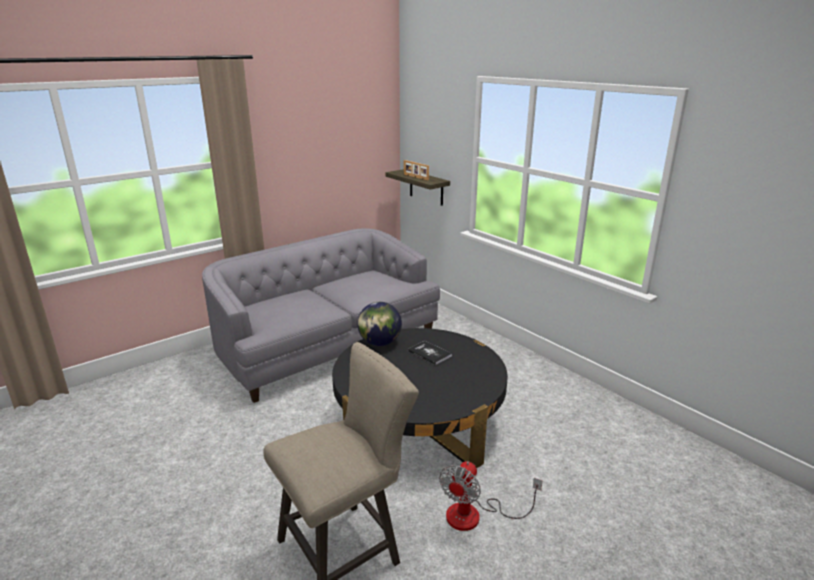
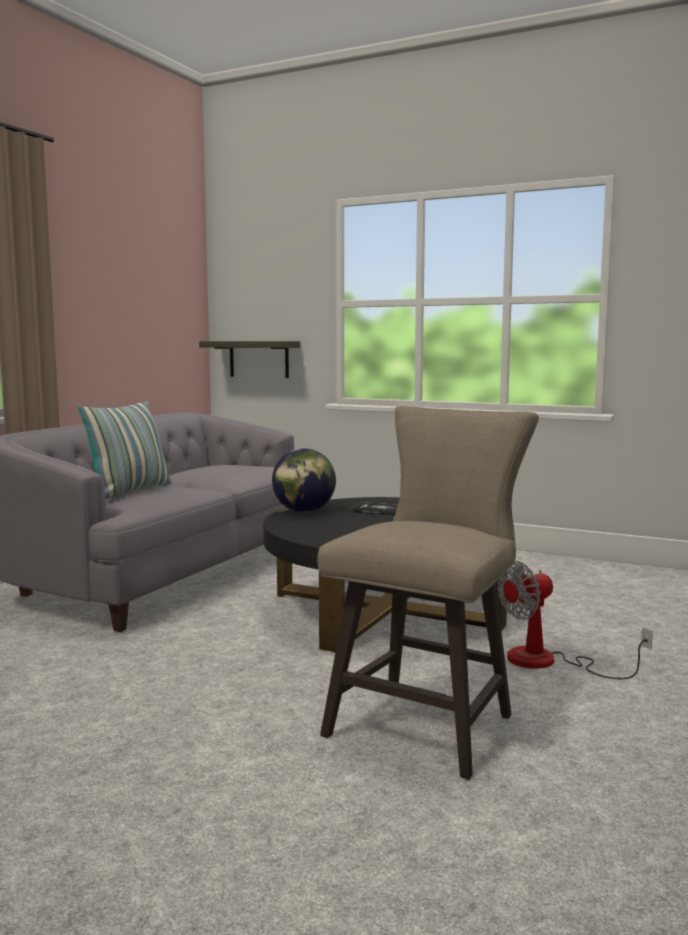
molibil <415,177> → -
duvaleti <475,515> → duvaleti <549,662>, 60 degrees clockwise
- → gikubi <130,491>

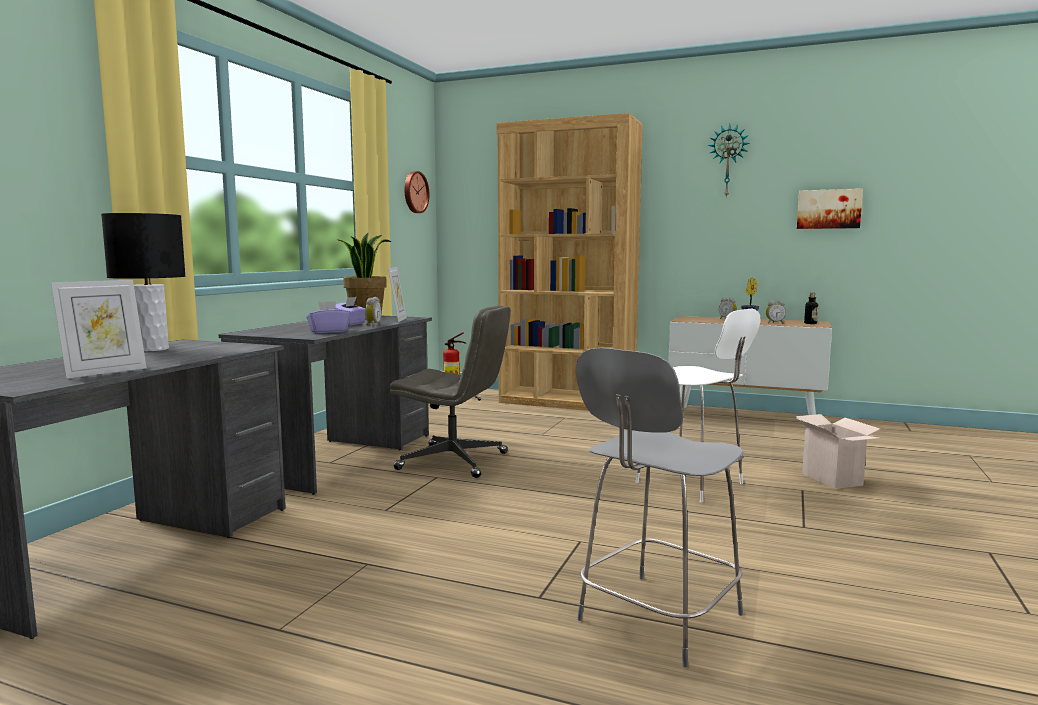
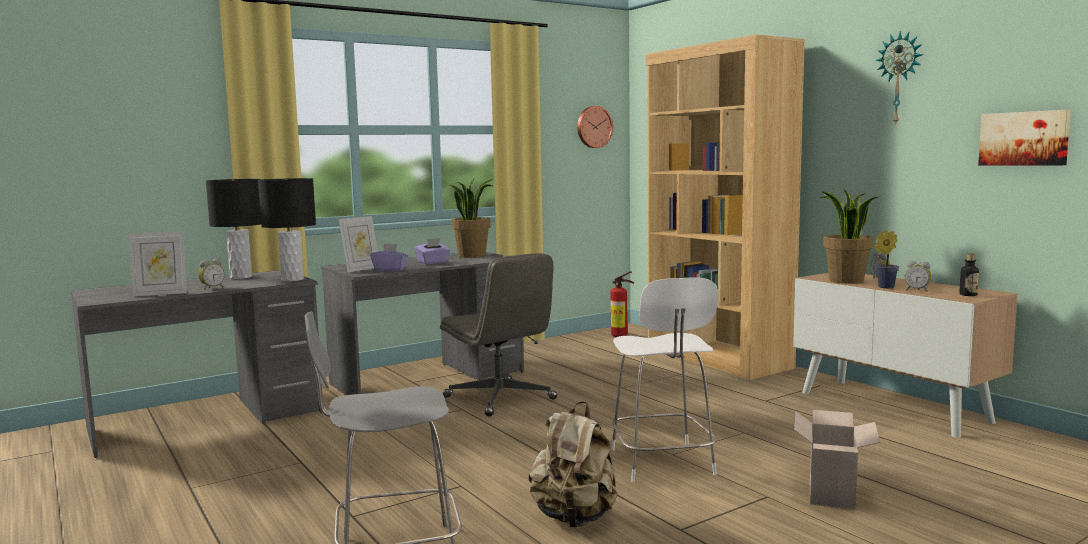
molibil <398,320> → molibil <361,269>, move
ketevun <372,325> → ketevun <212,288>, move
- → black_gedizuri <292,279>
- → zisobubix <846,281>
- → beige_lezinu <575,518>

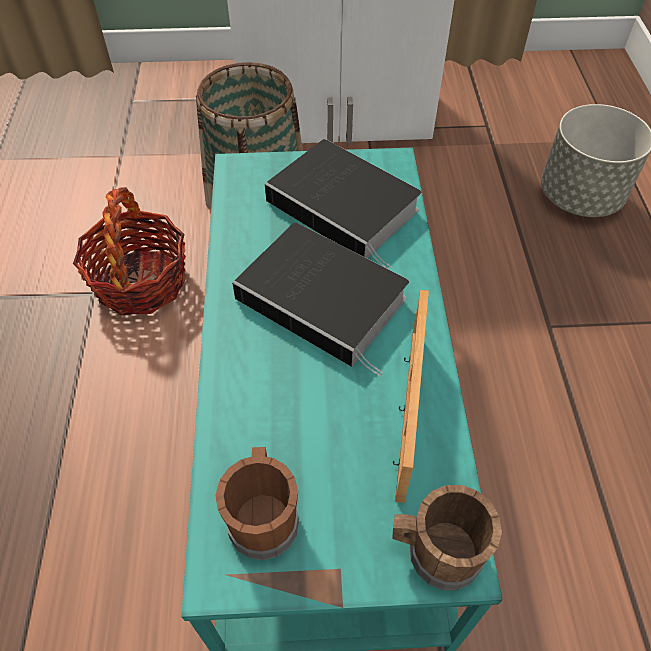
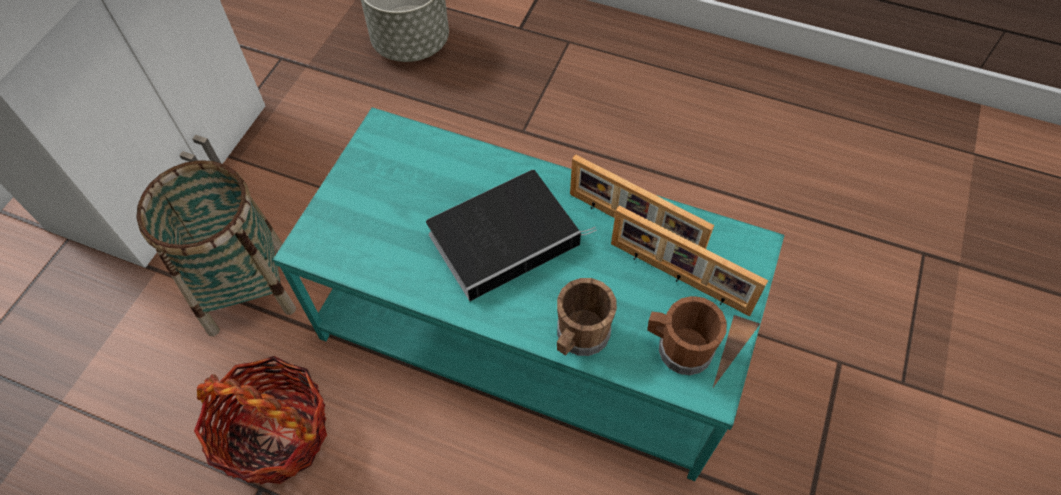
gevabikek <347,207> → -
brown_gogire <436,551> → brown_gogire <579,337>, move
- → molibil <678,278>

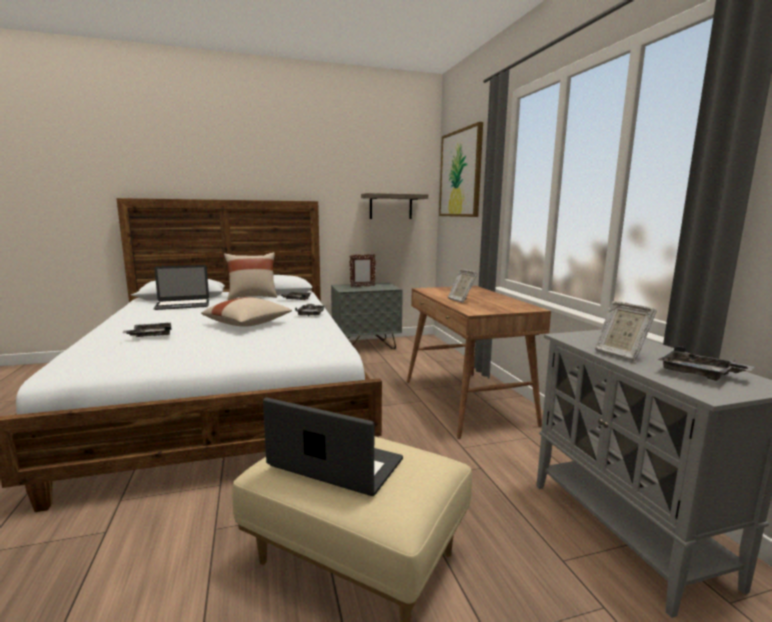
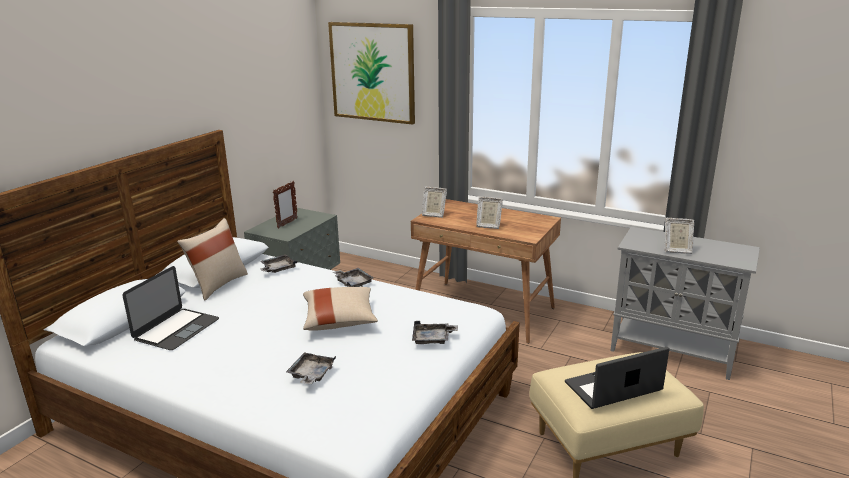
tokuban <390,206> → -
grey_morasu <699,374> → grey_morasu <433,339>, move
- → molibil <433,214>

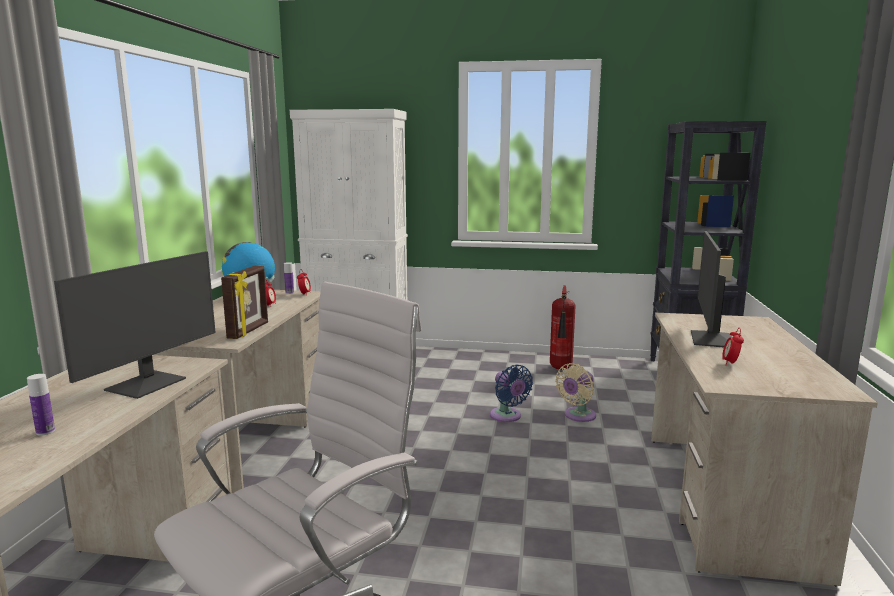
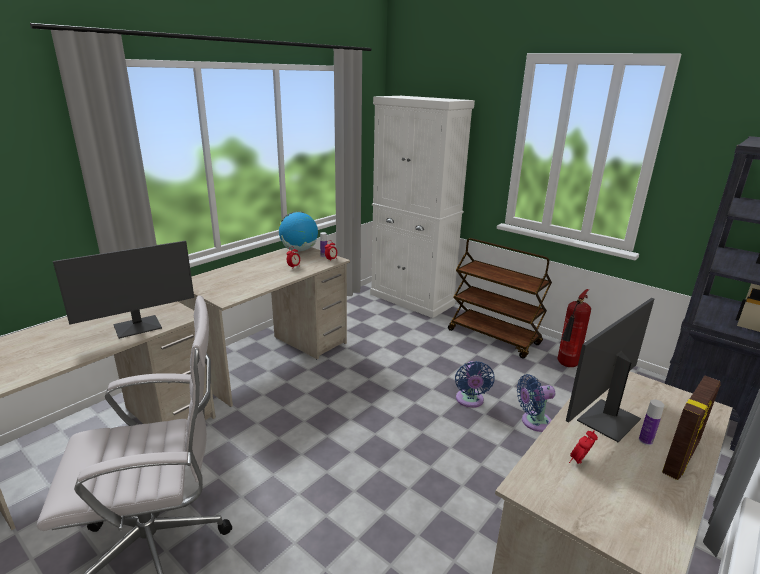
molibil <249,331> → molibil <682,458>, move
beige_duvaleti <577,416> → blue_duvaleti <533,422>
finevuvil <45,431> → finevuvil <645,441>, move
- → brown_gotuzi <494,337>

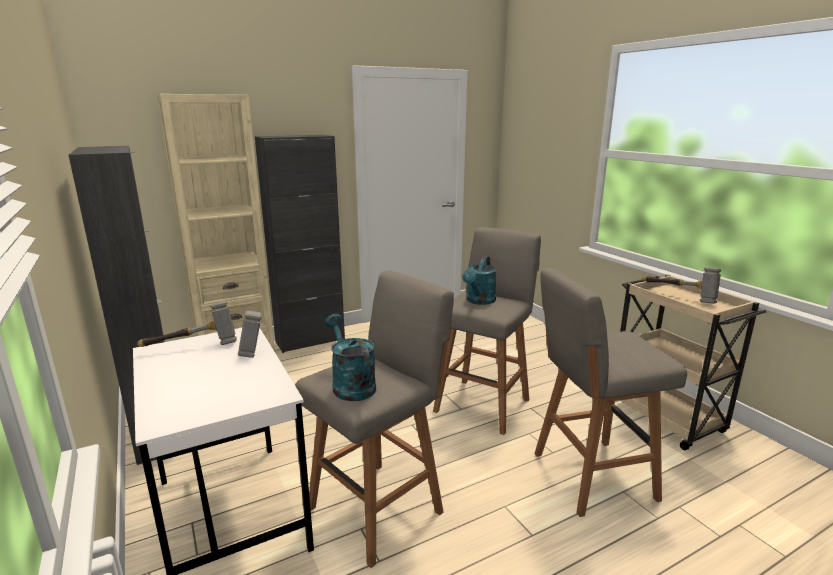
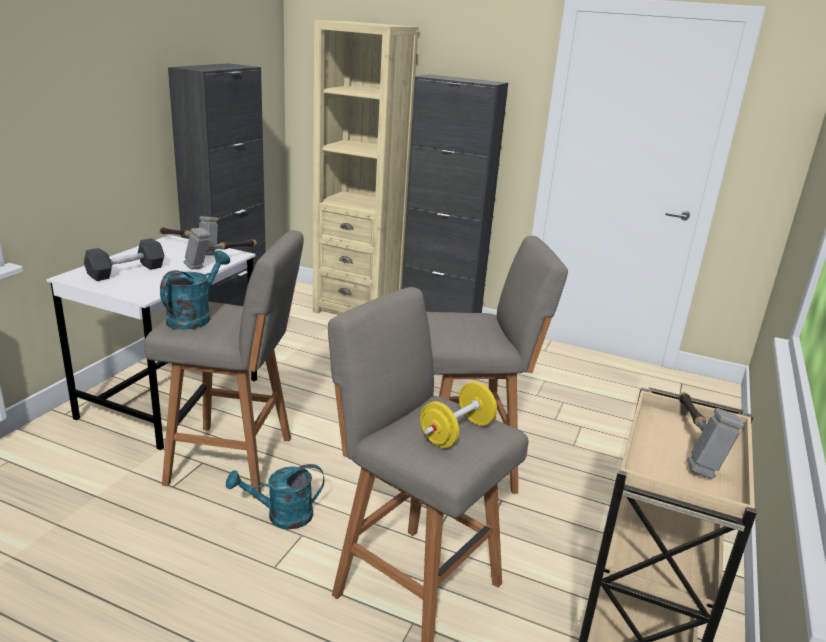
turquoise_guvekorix <479,301> → turquoise_guvekorix <281,516>, move
- → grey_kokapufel <126,271>
- → yellow_kokapufel <456,433>

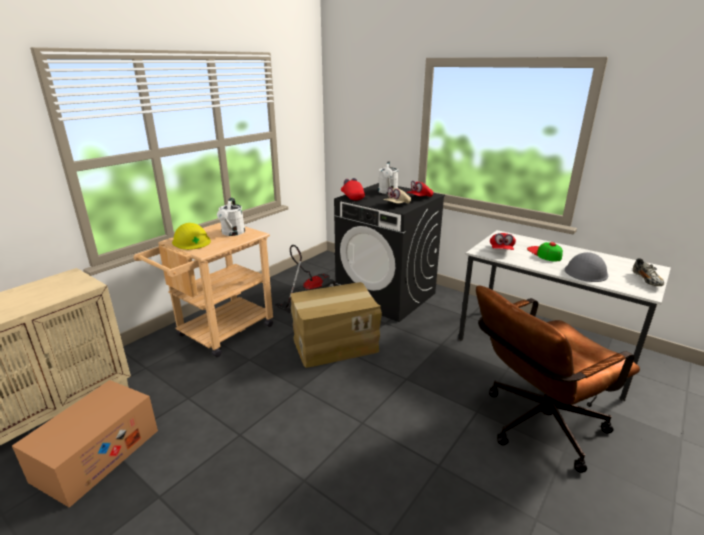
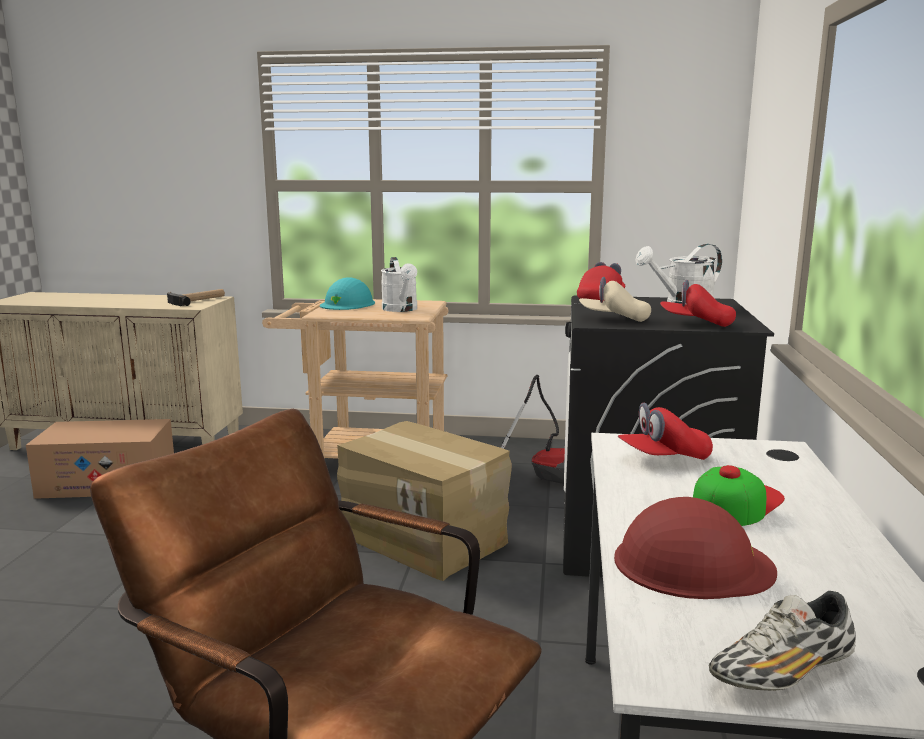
white_guvekorix <232,233> → white_guvekorix <401,310>, 75 degrees counterclockwise
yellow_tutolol <191,241> → turquoise_tutolol <347,304>
grey_tutolol <586,271> → red_tutolol <692,564>
- → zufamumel <198,300>

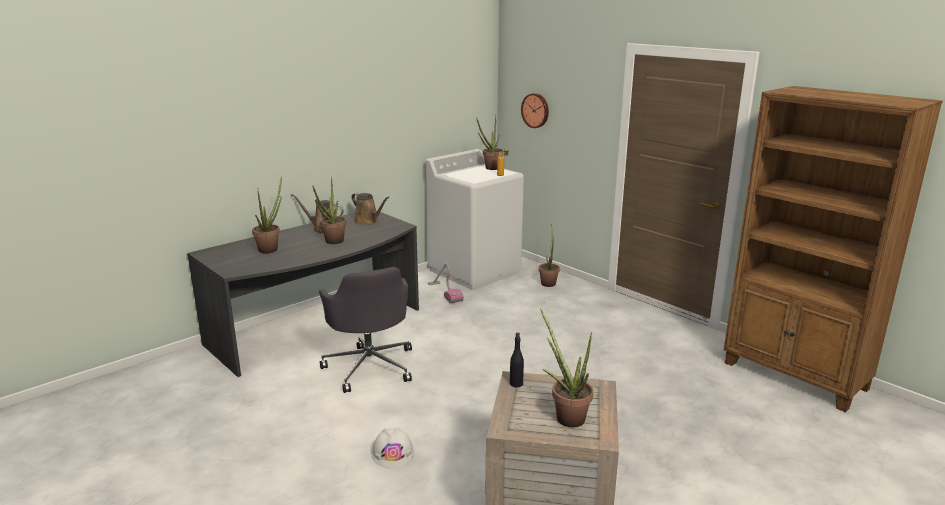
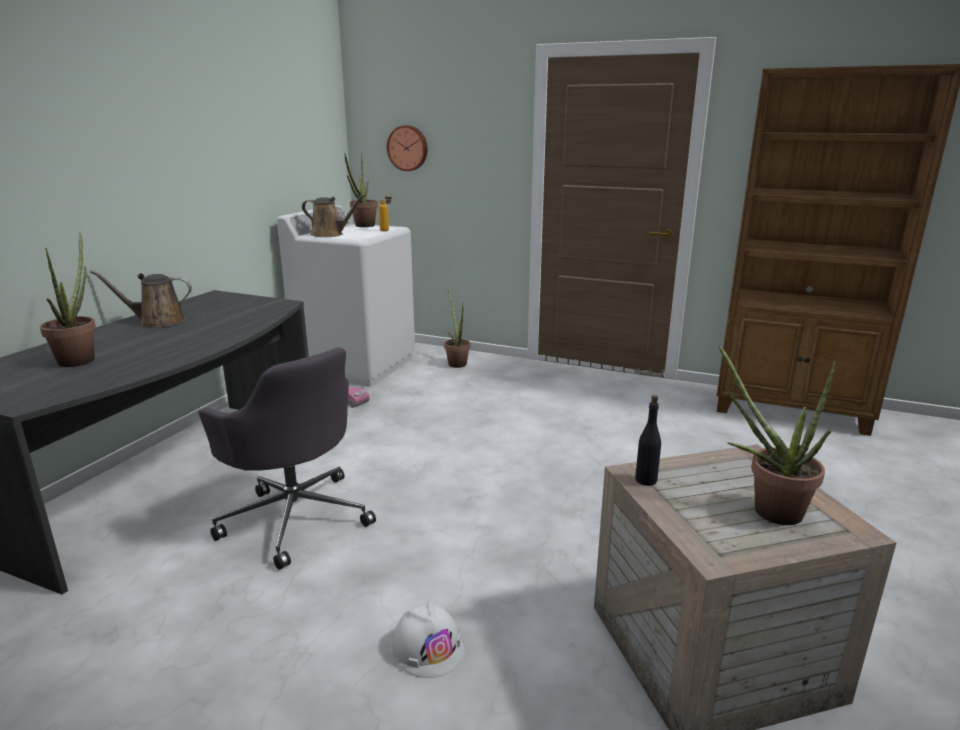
zisobubix <332,242> → -
brown_guvekorix <368,221> → brown_guvekorix <330,234>, move

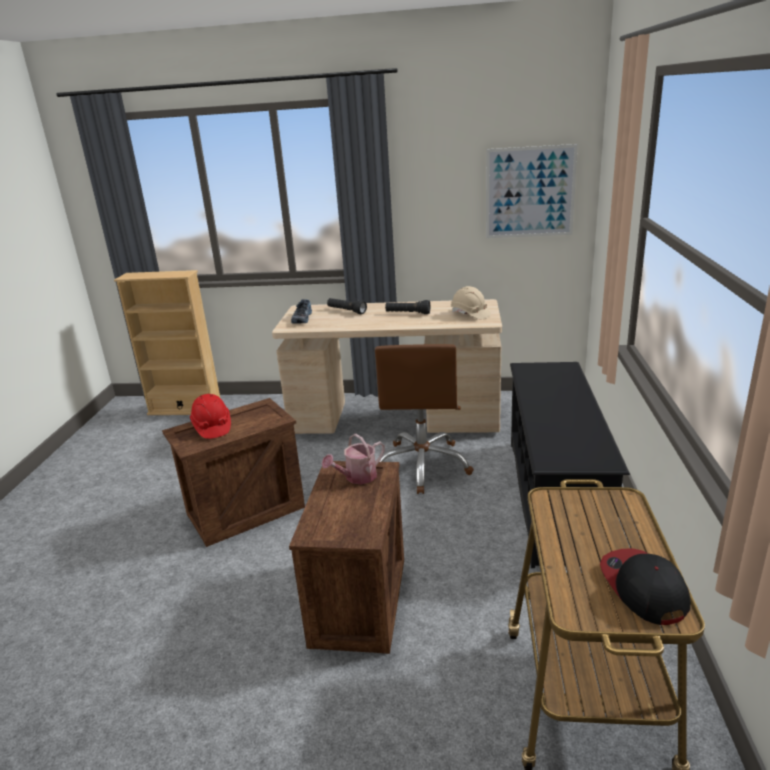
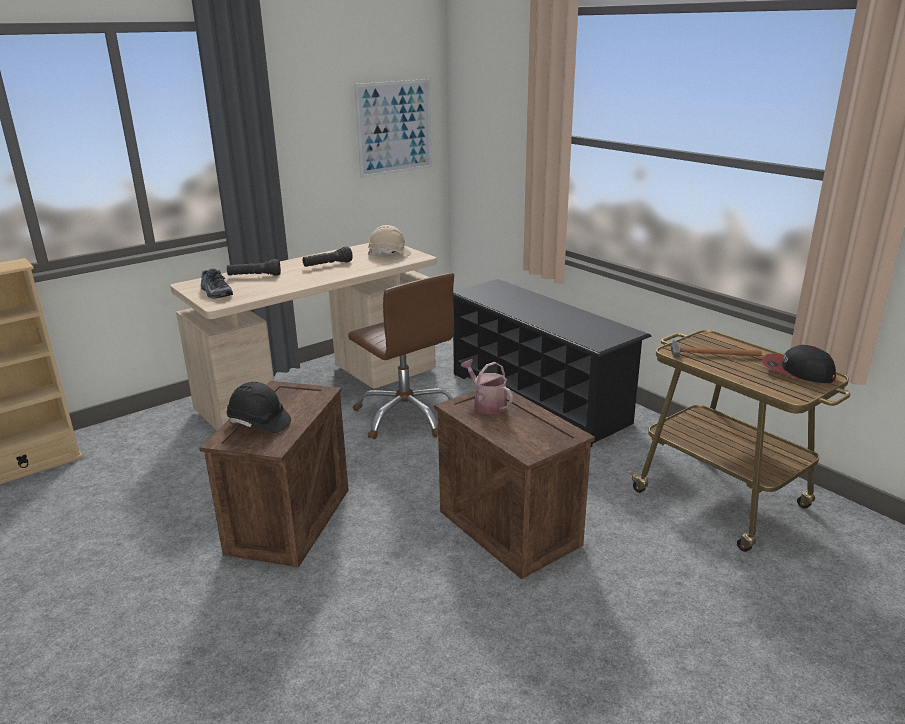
red_tutolol <212,427> → black_tutolol <259,423>
guvekorix <357,477> → guvekorix <487,404>, 135 degrees clockwise
- → zufamumel <709,353>

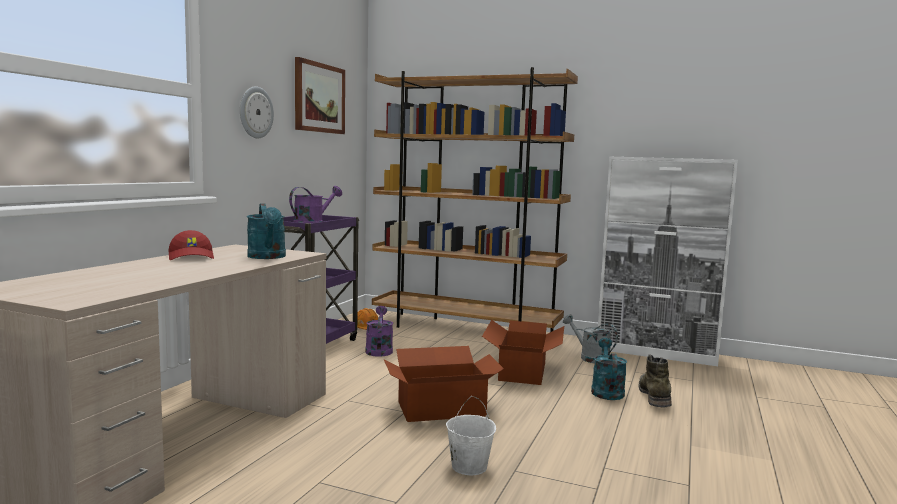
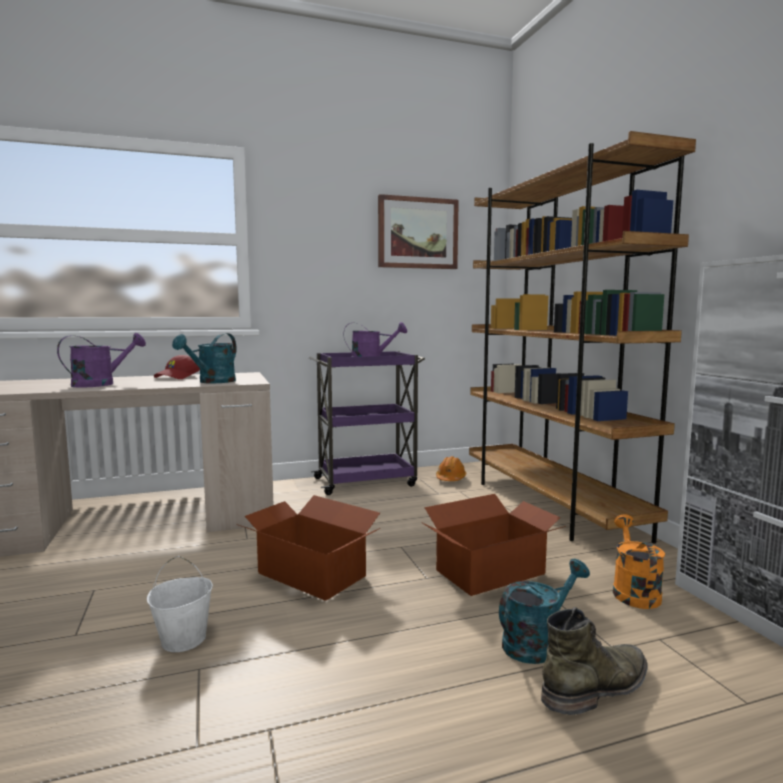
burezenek <255,112> → -
purple_guvekorix <379,350> → purple_guvekorix <101,384>, move
grey_guvekorix <590,357> → orange_guvekorix <633,591>

